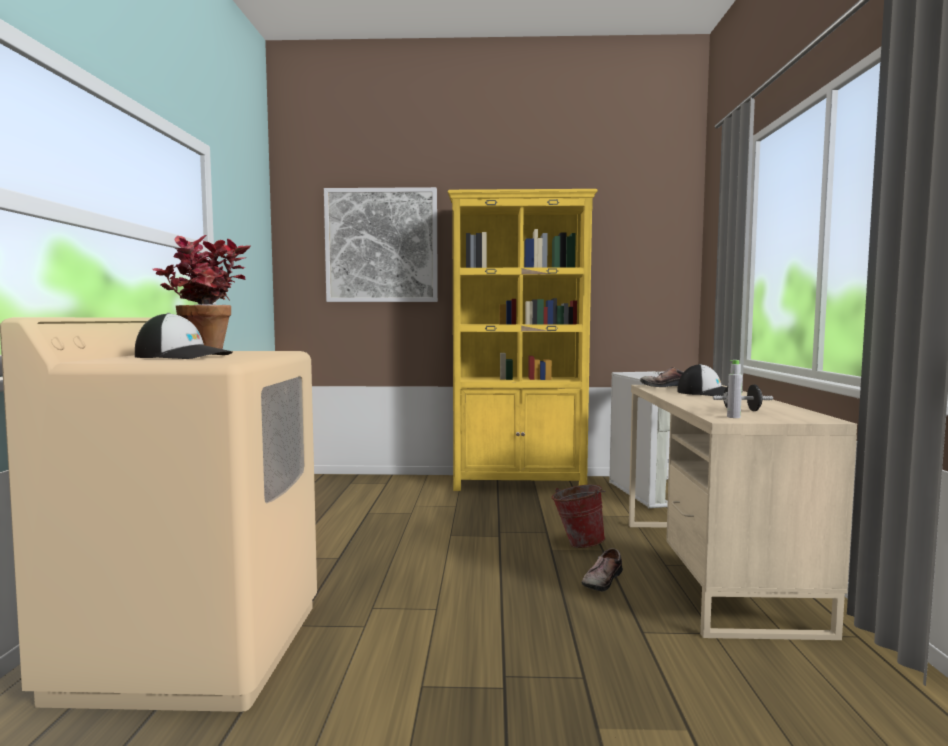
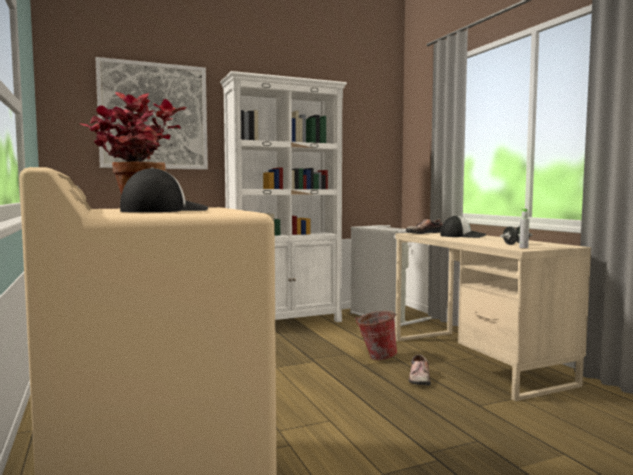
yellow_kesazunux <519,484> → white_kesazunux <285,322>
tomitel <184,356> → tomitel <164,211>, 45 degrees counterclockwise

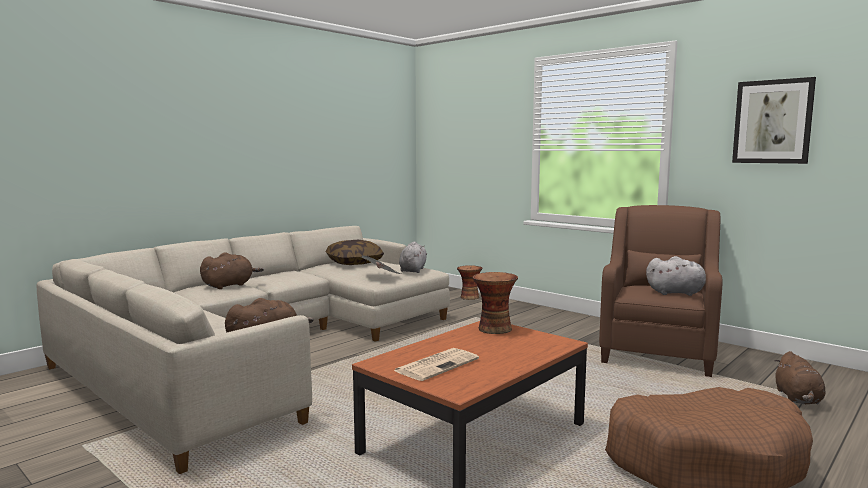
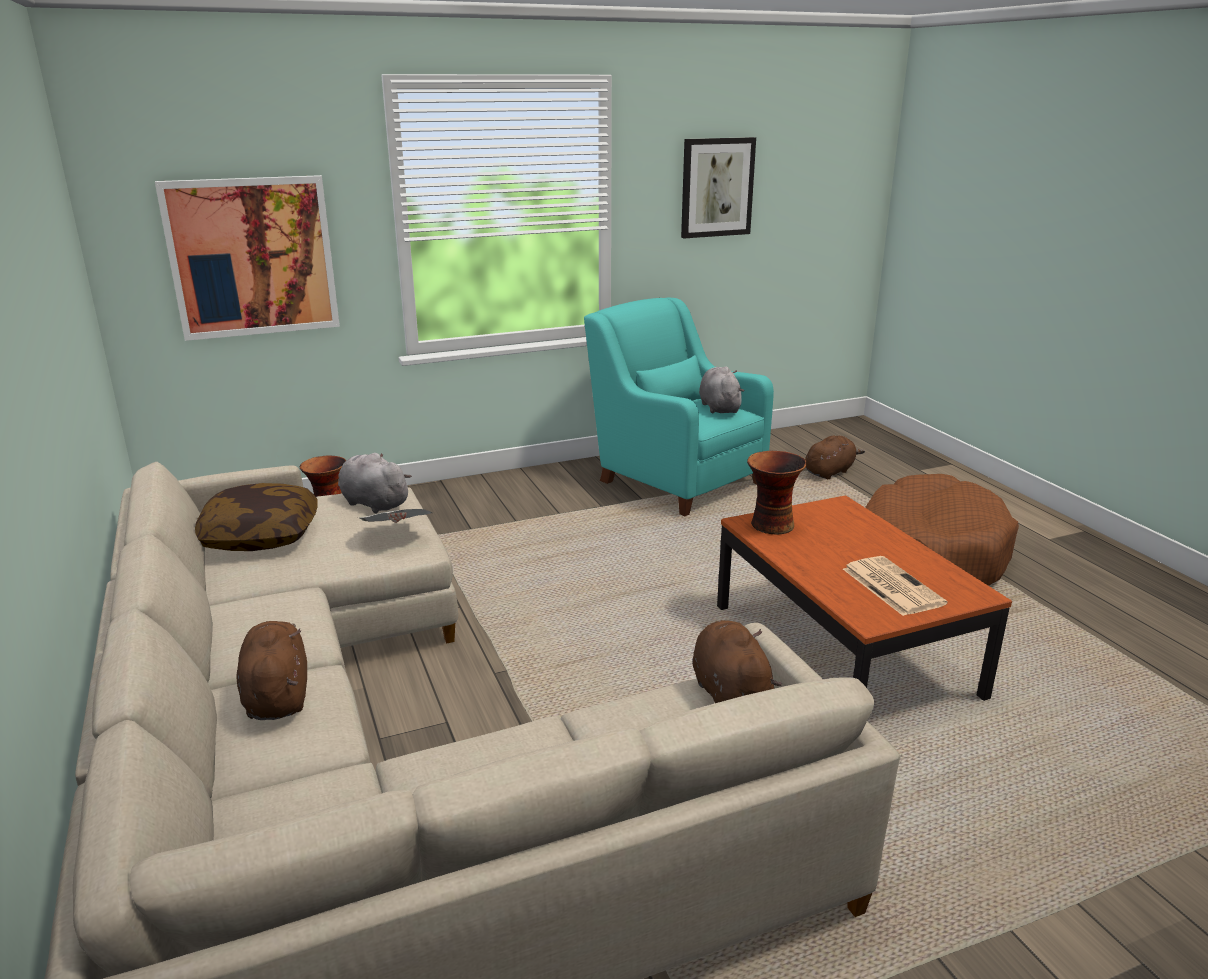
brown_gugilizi <657,351> → turquoise_gugilizi <675,479>
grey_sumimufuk <677,293> → grey_sumimufuk <719,407>, 45 degrees counterclockwise
brown_sumimufuk <798,399> → brown_sumimufuk <830,472>, 75 degrees counterclockwise
- → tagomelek <252,257>

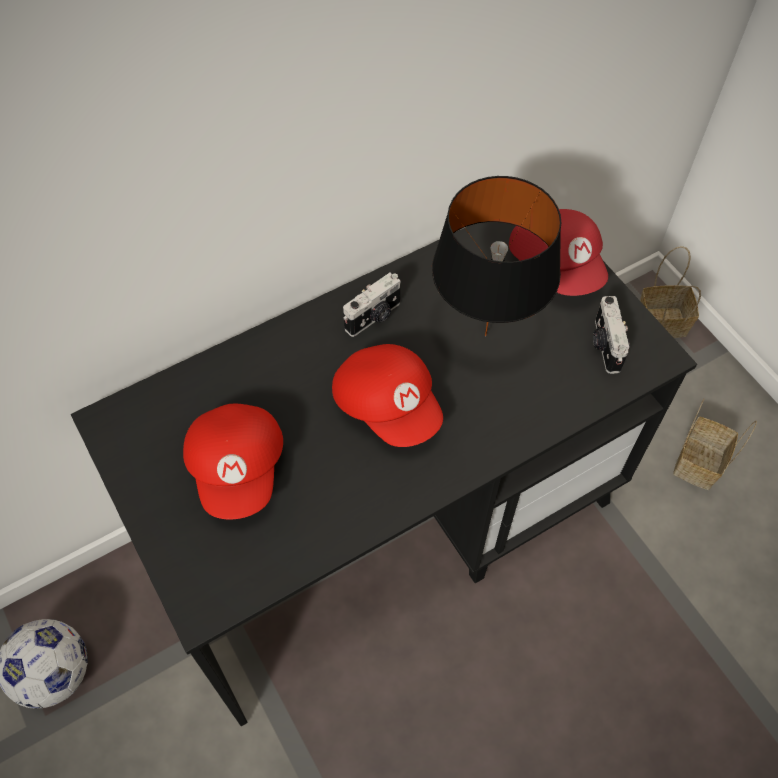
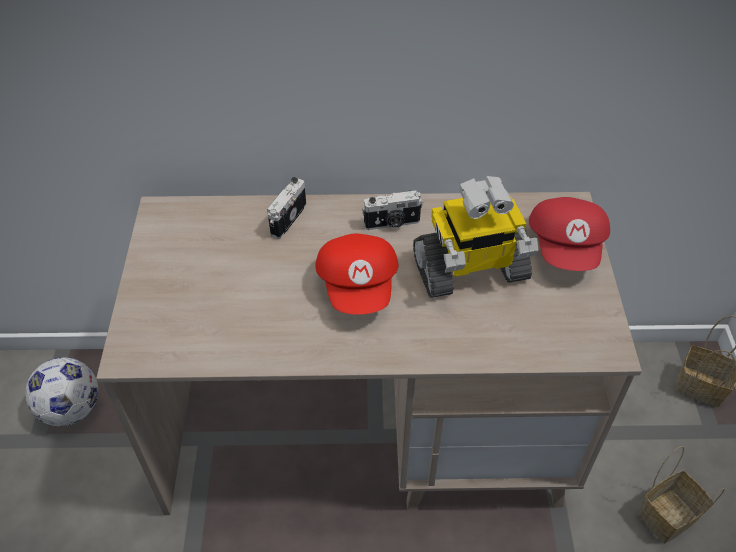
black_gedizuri <485,334> → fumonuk <470,270>
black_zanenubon <389,520> → beige_zanenubon <369,426>
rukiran <605,345> → rukiran <286,219>, move
red_tomitel <239,468> → -

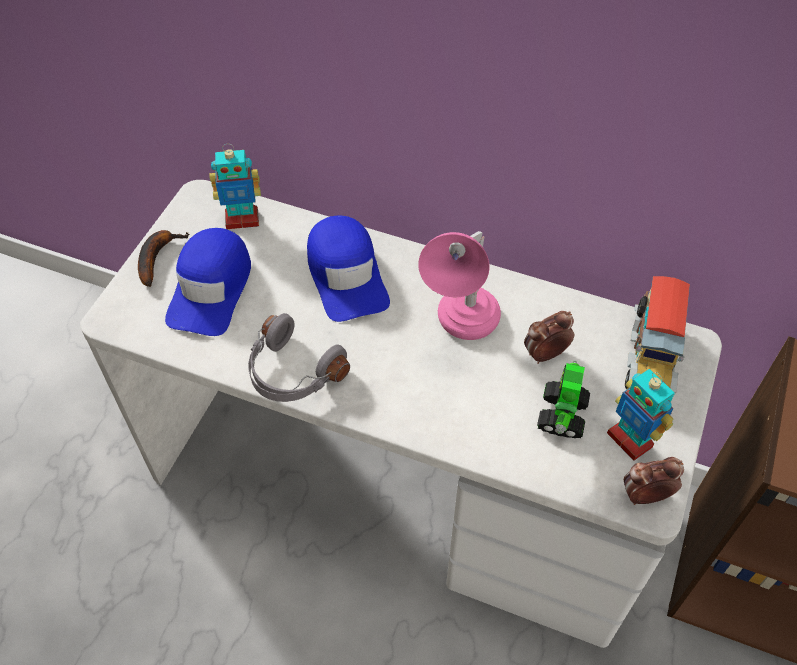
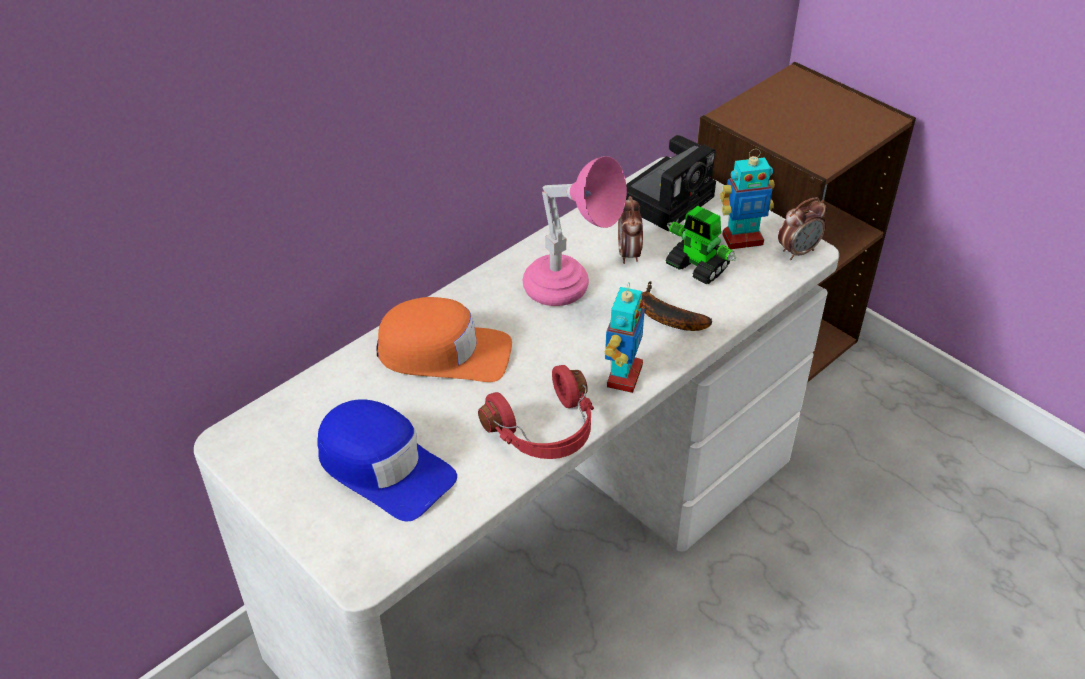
fumonuk <242,219> → fumonuk <623,376>, move
blue_tomitel <346,275> → orange_tomitel <444,352>
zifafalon <157,257> → zifafalon <664,316>, move
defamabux <650,358> → rukiran <668,198>
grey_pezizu <292,373> → red_pezizu <545,431>
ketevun <645,496> → ketevun <798,251>, 135 degrees counterclockwise

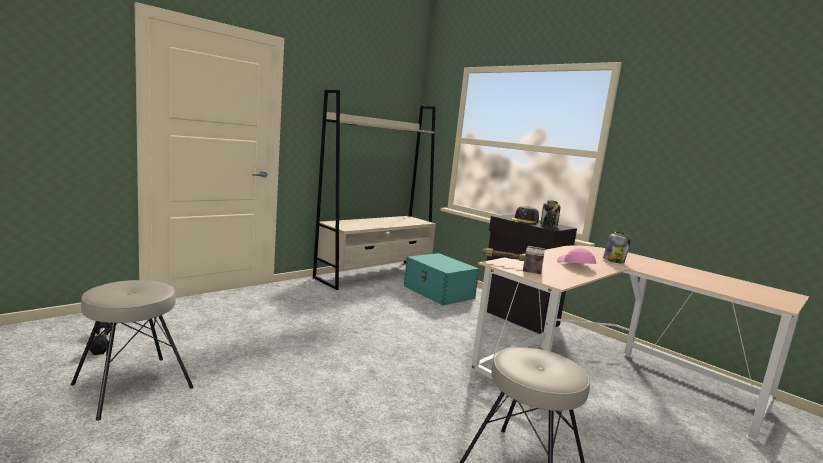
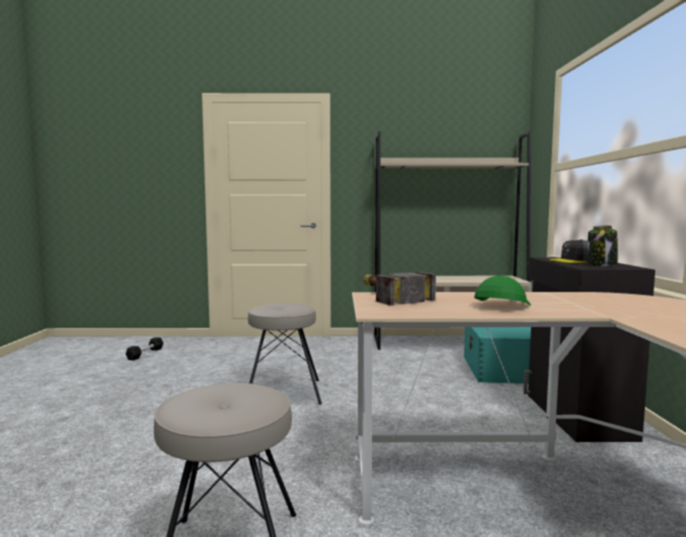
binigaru <613,261> → -
pink_tomitel <575,265> → green_tomitel <501,305>
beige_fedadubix <132,385> → beige_fedadubix <283,392>, move

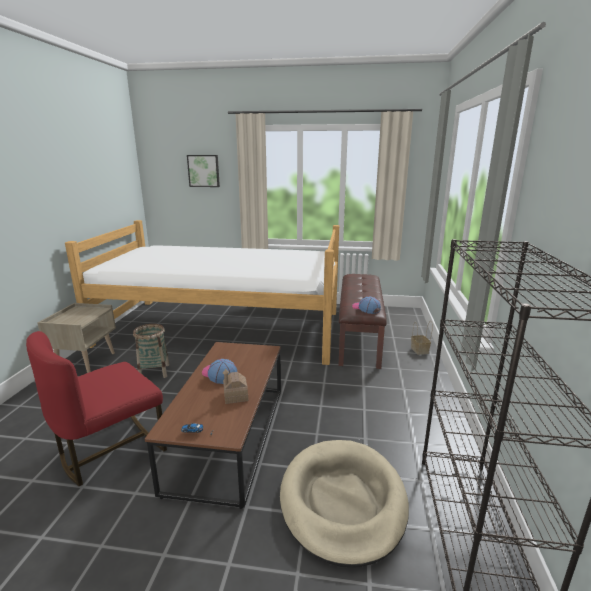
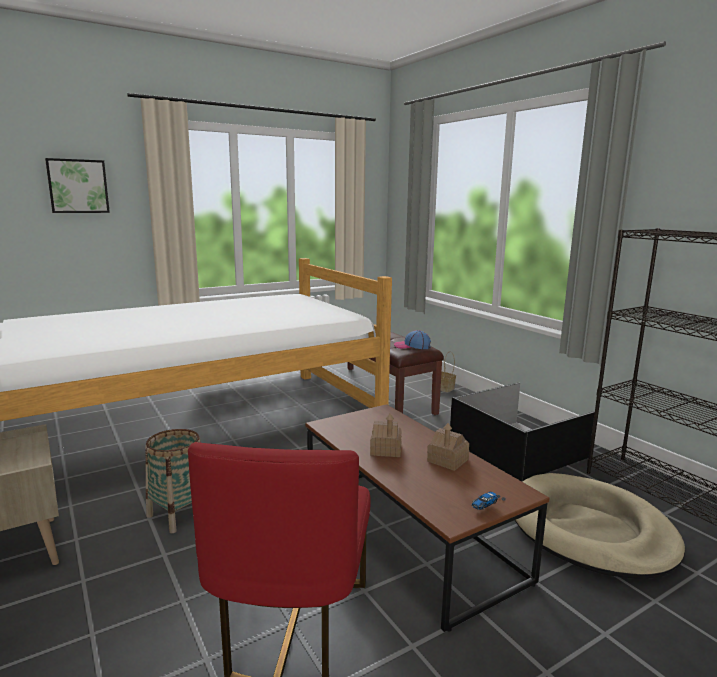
tomitel <219,374> → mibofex <386,449>
- → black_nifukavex <518,449>

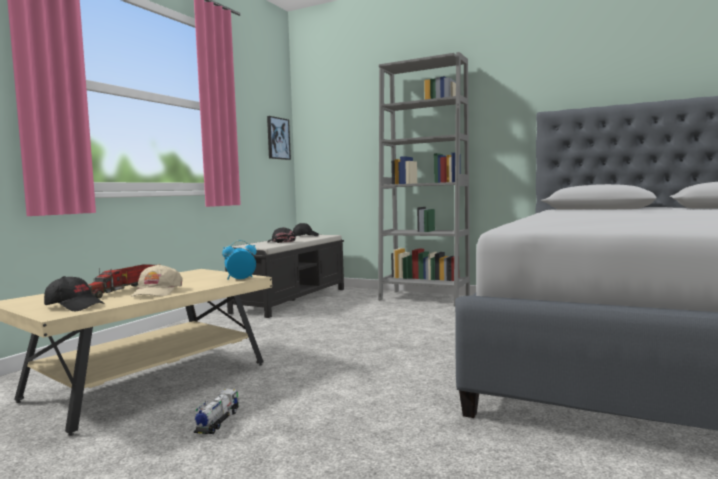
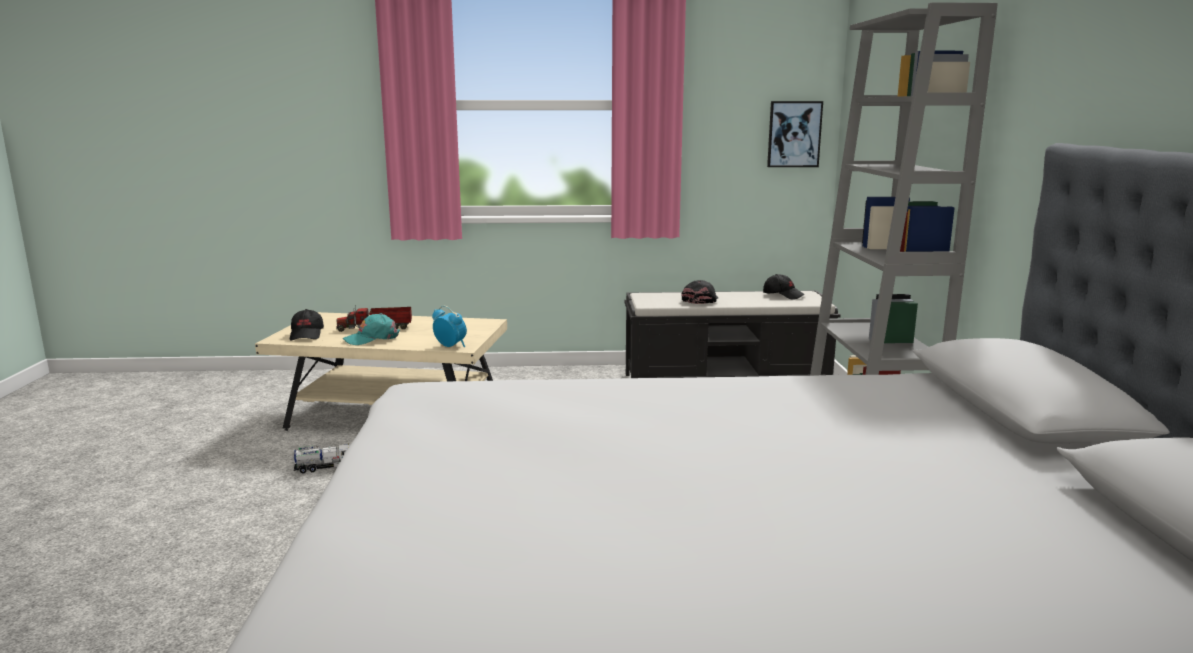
beige_tomitel <156,292> → turquoise_tomitel <372,338>

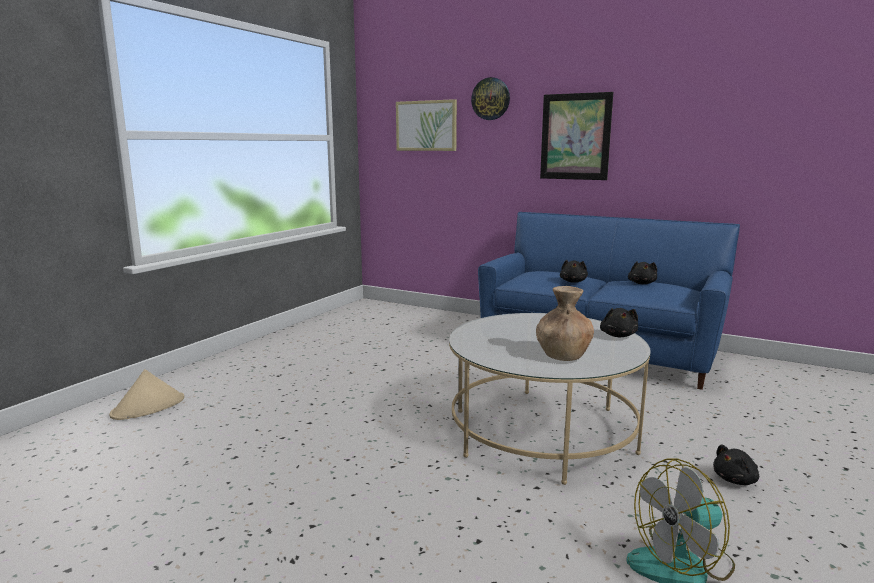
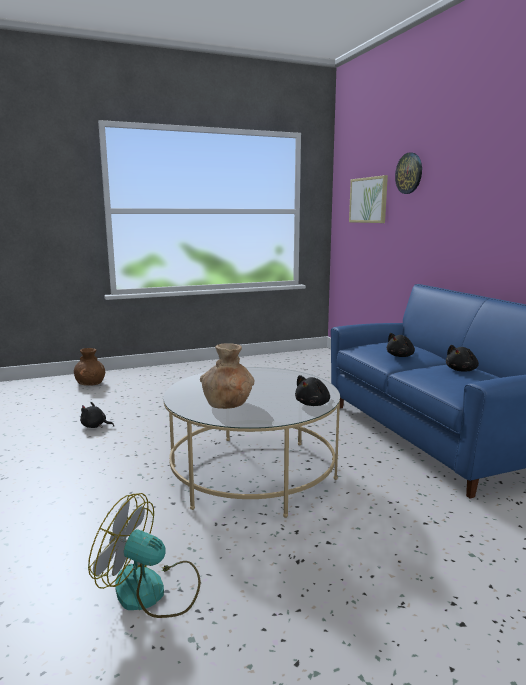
tagomelek <575,137> → -
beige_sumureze <148,407> → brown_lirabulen <90,383>
black_sumimufuk <736,480> → black_sumimufuk <95,426>, move

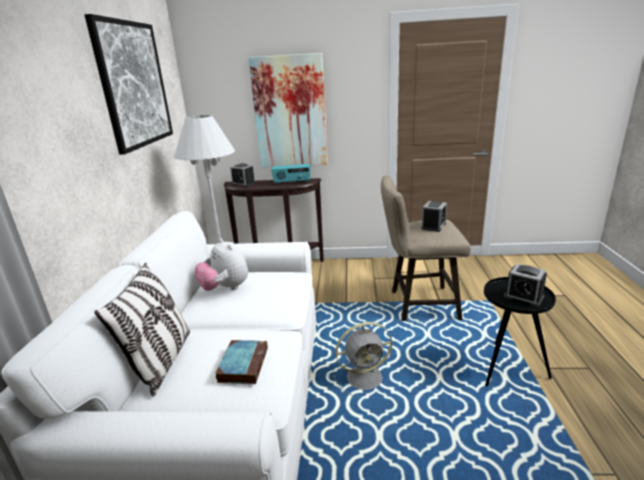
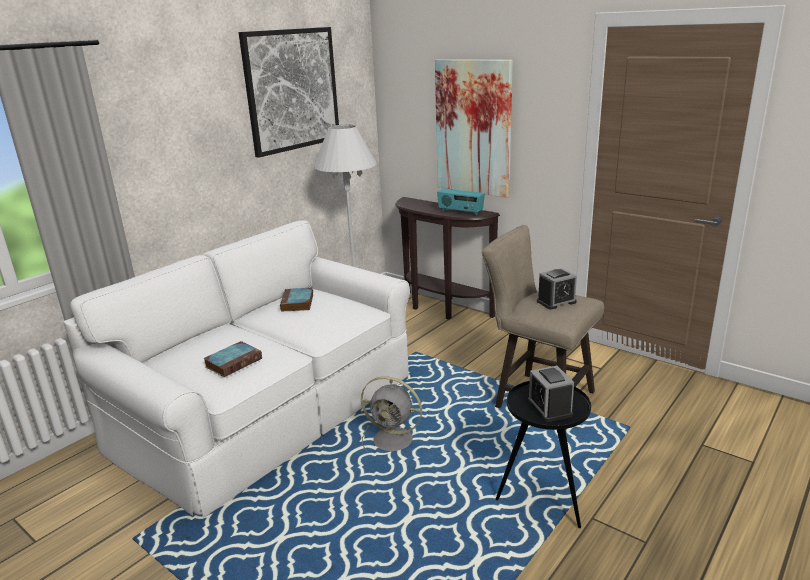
ketevun <243,184> → -
sumimufuk <225,288> → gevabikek <297,303>
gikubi <162,361> → -

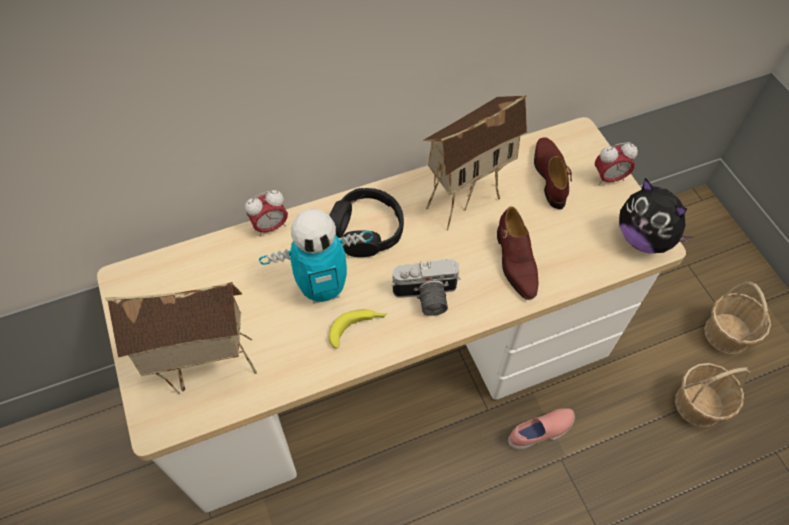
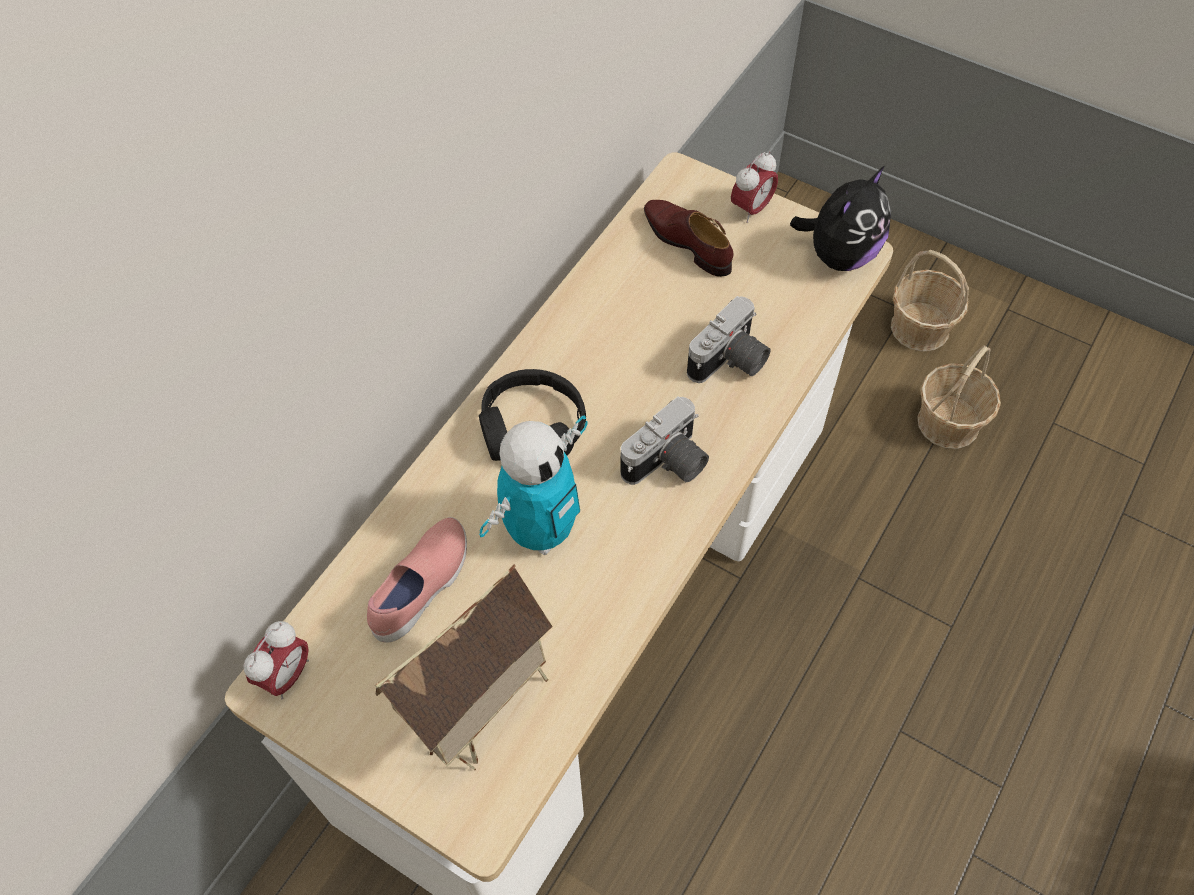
mibofex <465,196> → -
sumimufuk <644,238> → sumimufuk <839,255>, 60 degrees counterclockwise
ketevun <270,226> → ketevun <287,675>, move
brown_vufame <515,262> → rukiran <730,362>
zifafalon <358,328> → -
pink_vufame <540,432> → pink_vufame <423,588>, move

